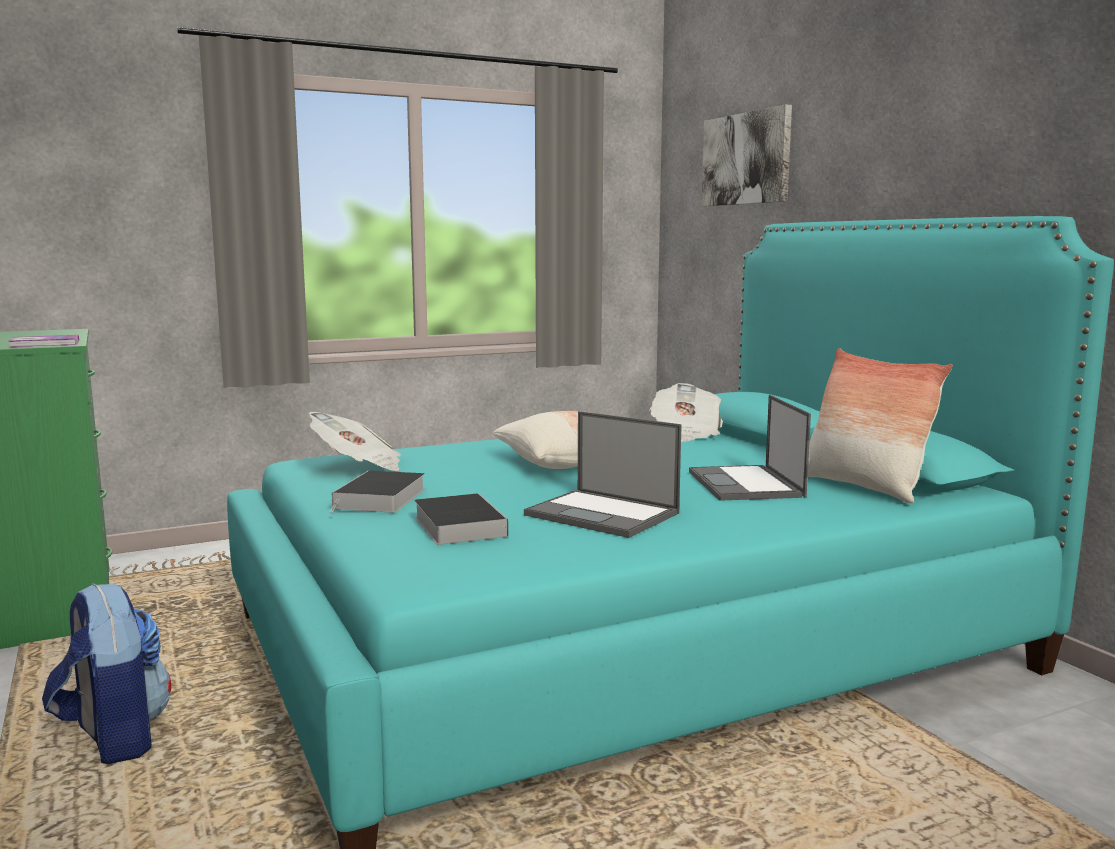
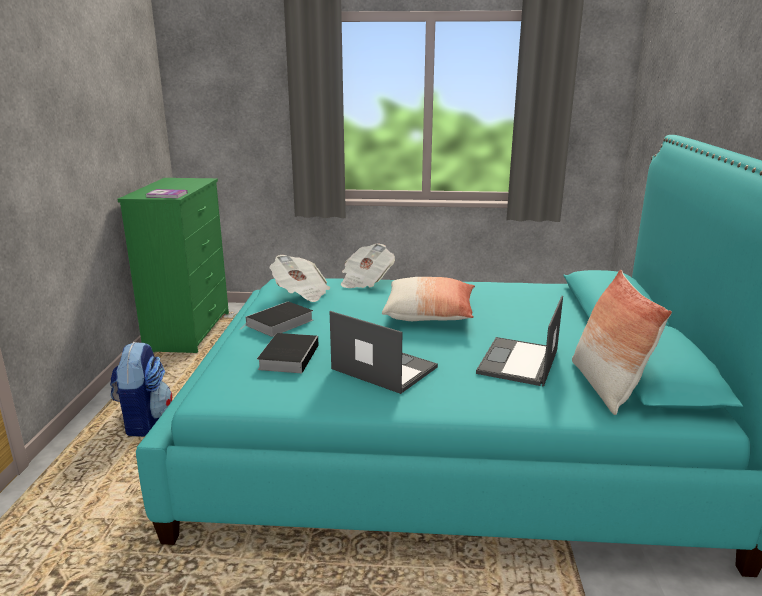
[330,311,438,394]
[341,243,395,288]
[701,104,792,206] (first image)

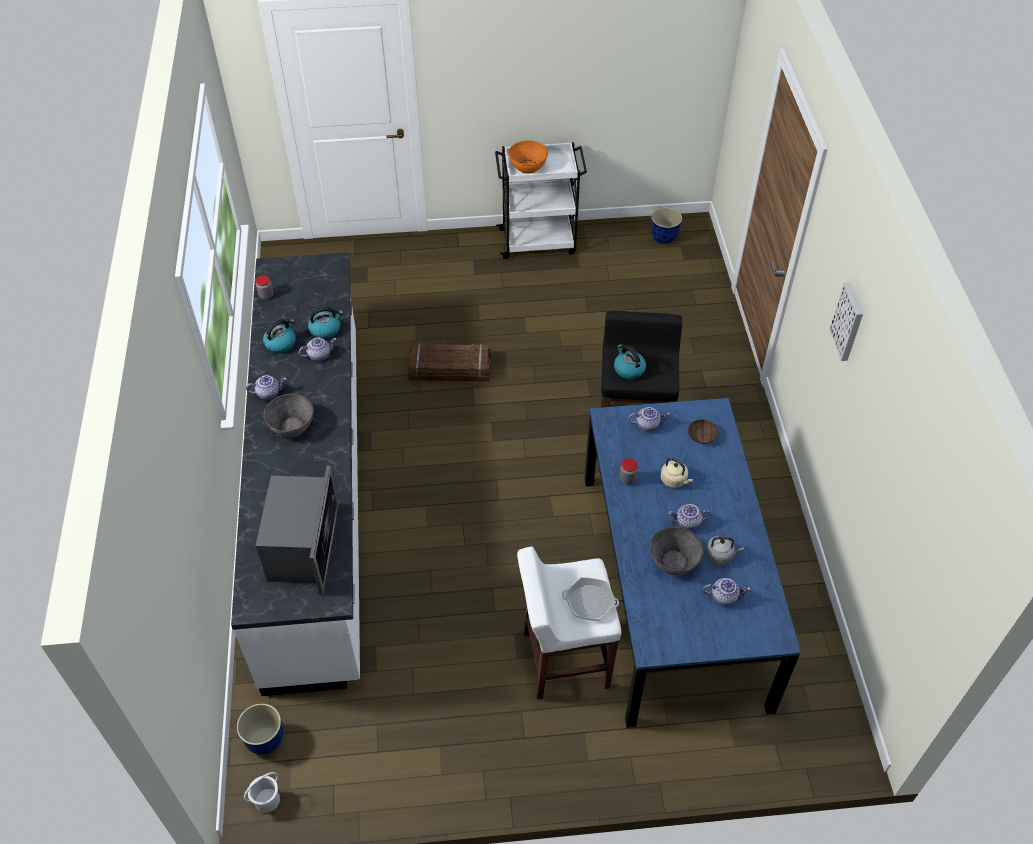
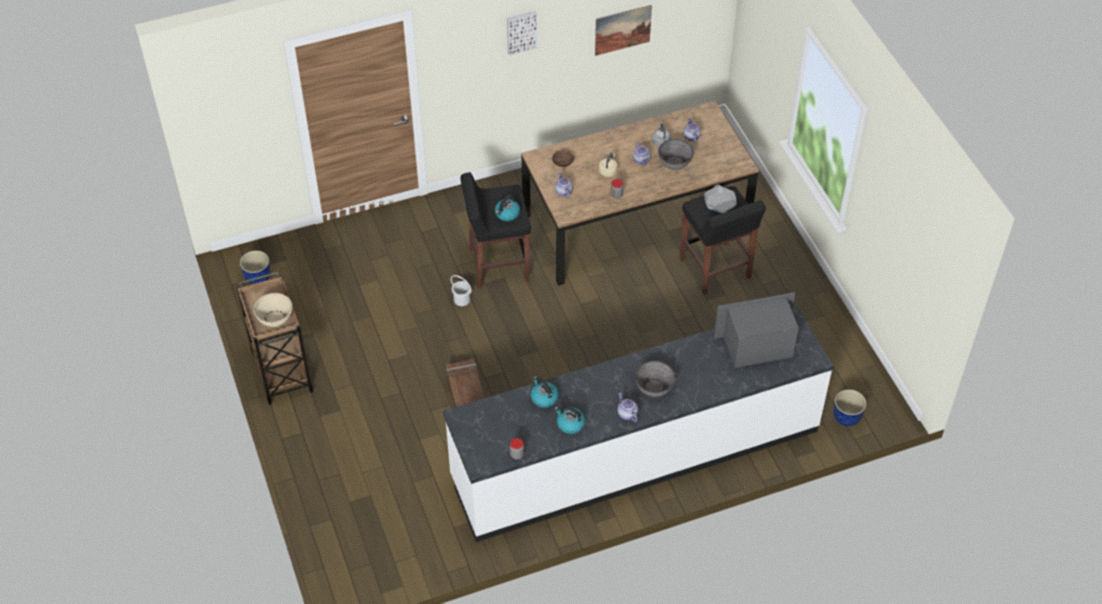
[237,272,313,405]
[253,293,293,327]
[450,275,472,306]
[521,101,759,286]
[595,5,652,56]
[680,186,766,295]
[299,338,336,361] (first image)

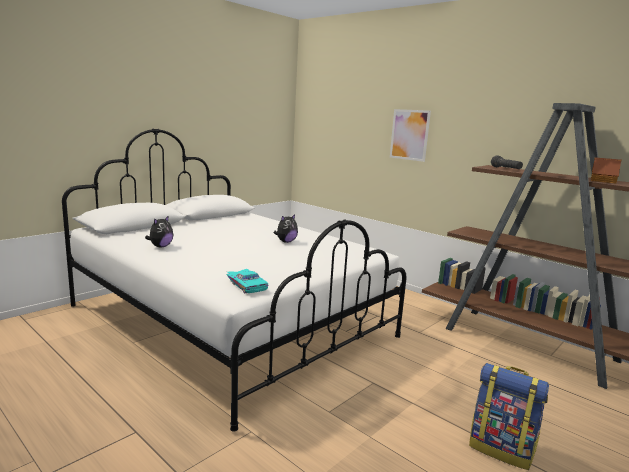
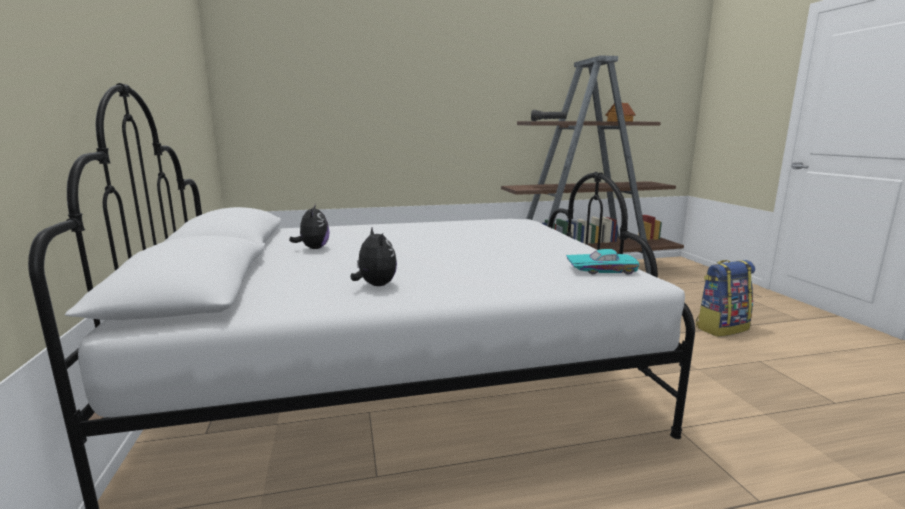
[289,204,330,249]
[390,109,431,162] (first image)

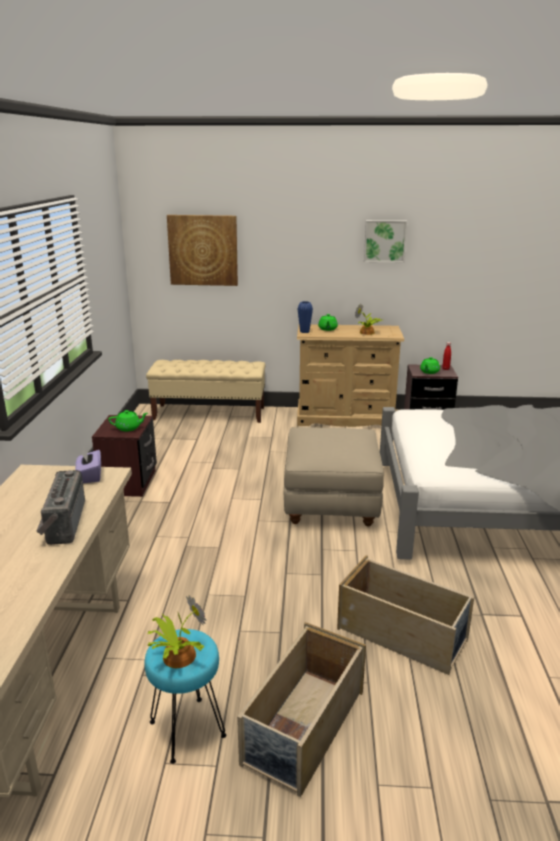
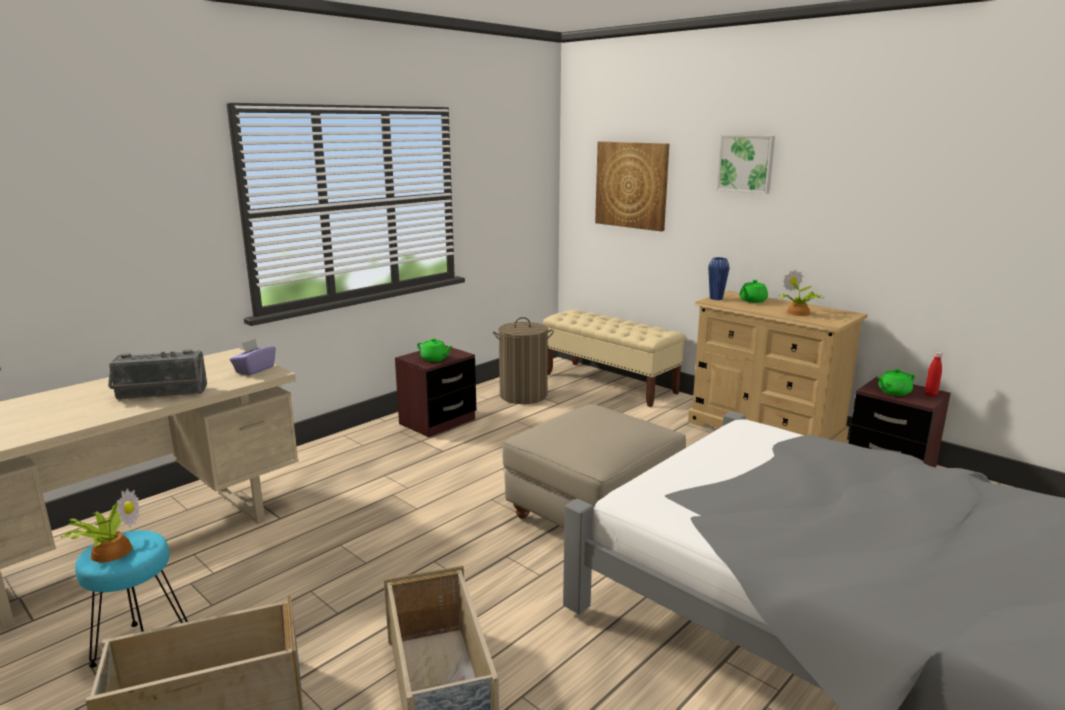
[108,349,207,400]
[493,317,554,404]
[717,135,775,194]

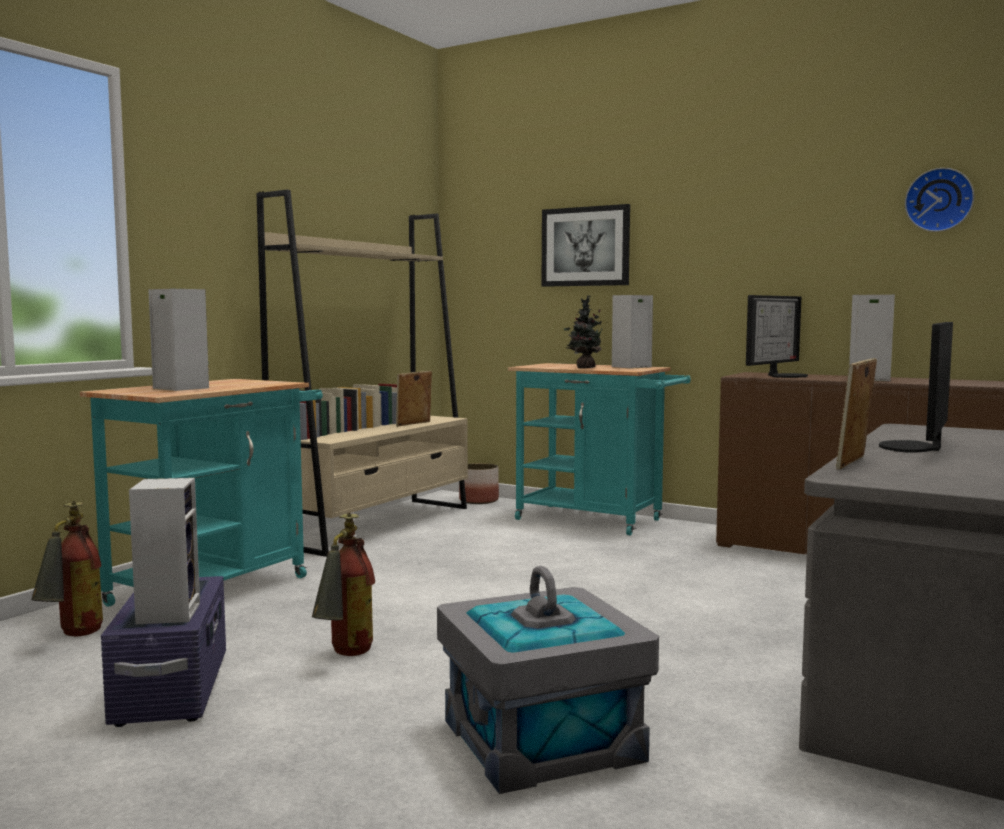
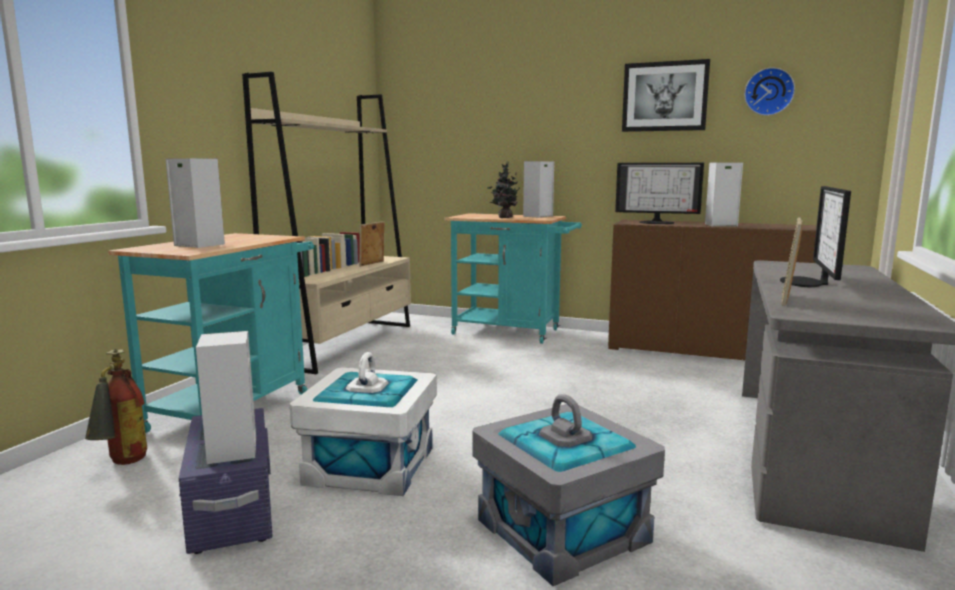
[290,352,437,496]
[615,163,704,224]
[622,59,710,132]
[459,463,499,504] (first image)

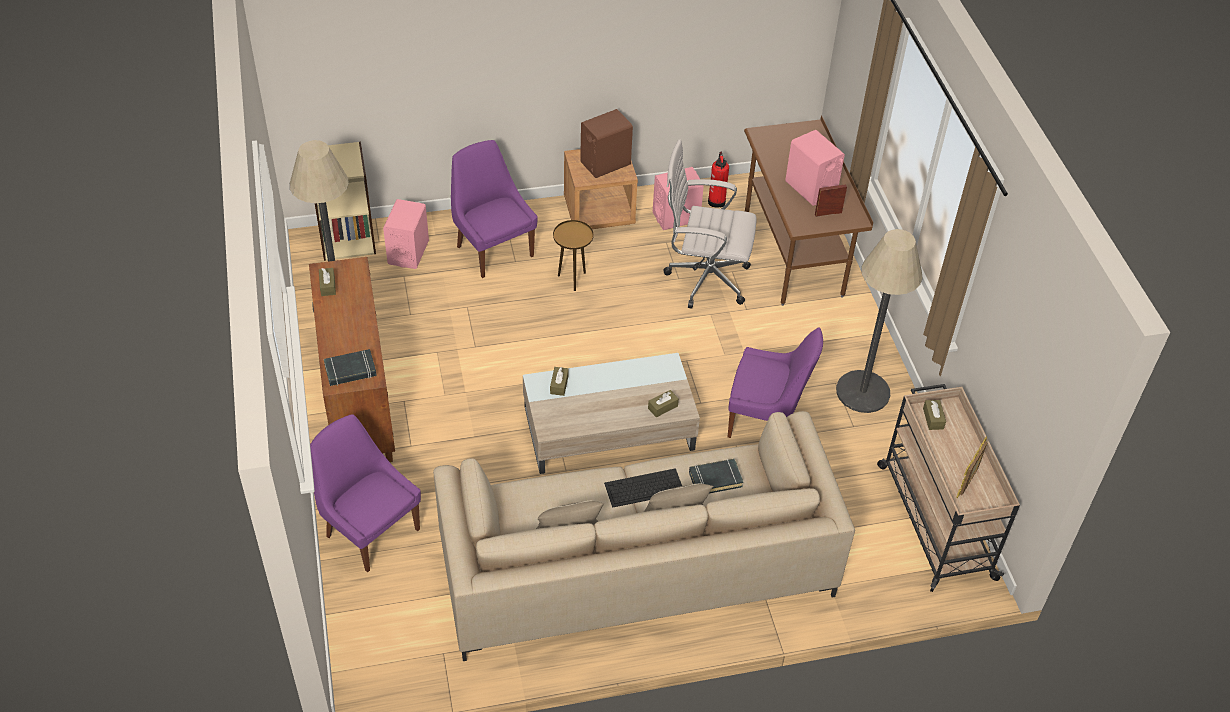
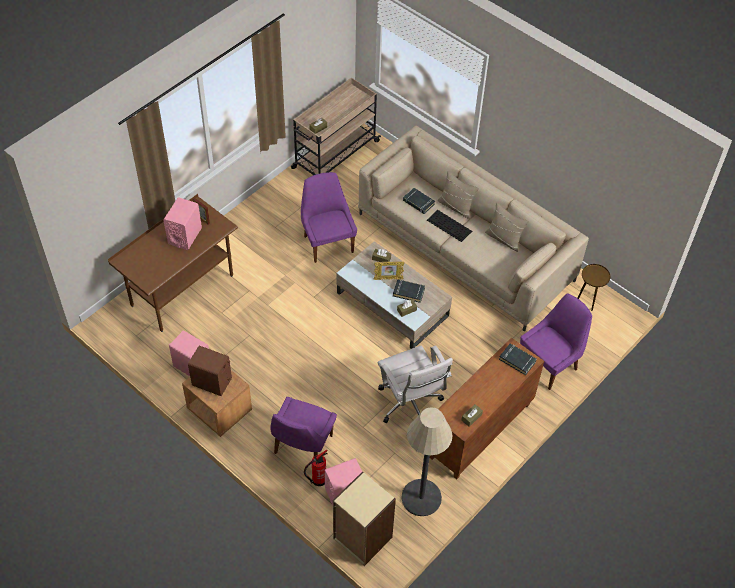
[304,450,328,486]
[374,261,405,280]
[378,345,453,423]
[393,279,425,303]
[520,293,592,390]
[578,264,610,311]
[836,229,922,413] (first image)

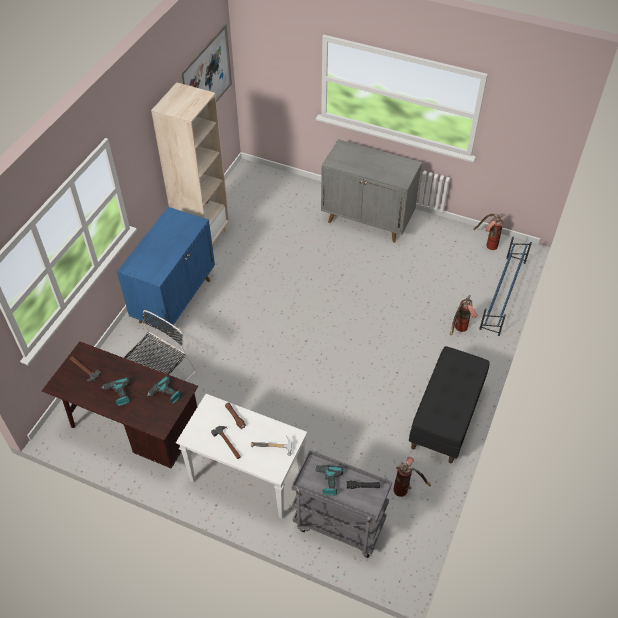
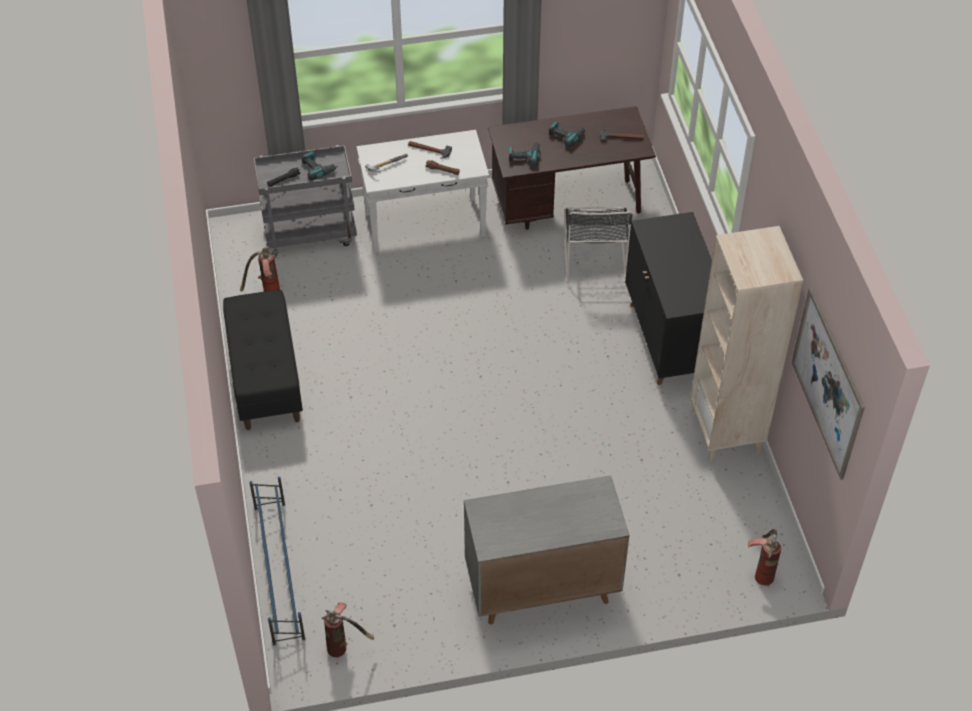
[625,212,712,385]
[748,529,781,586]

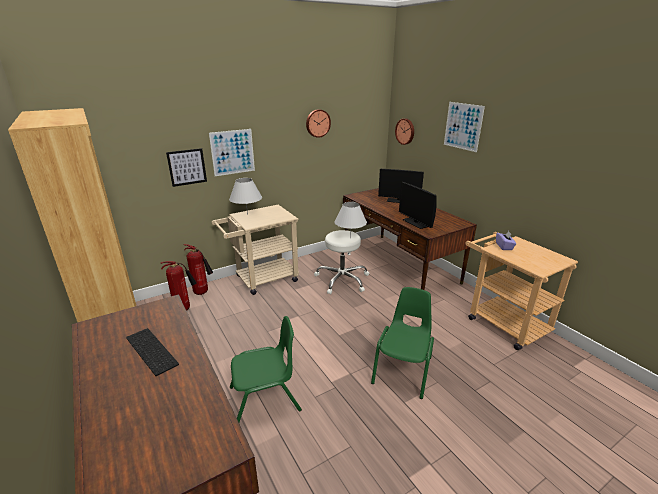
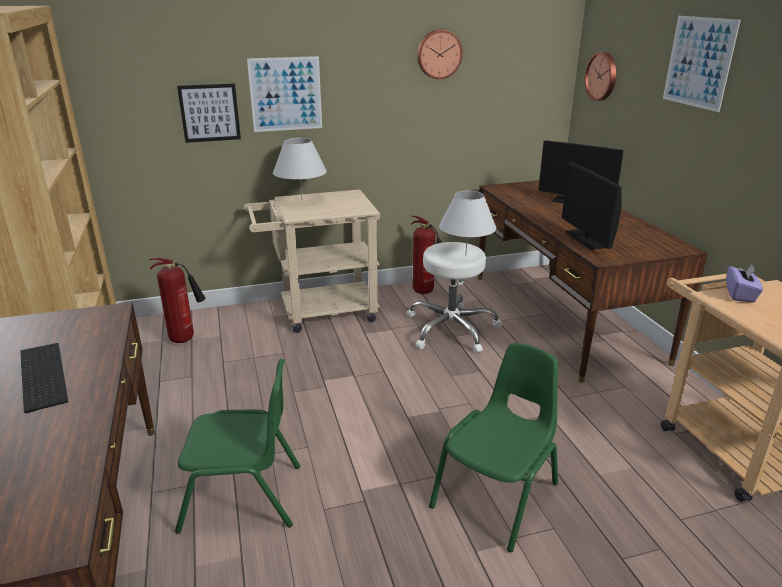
[411,216,441,294]

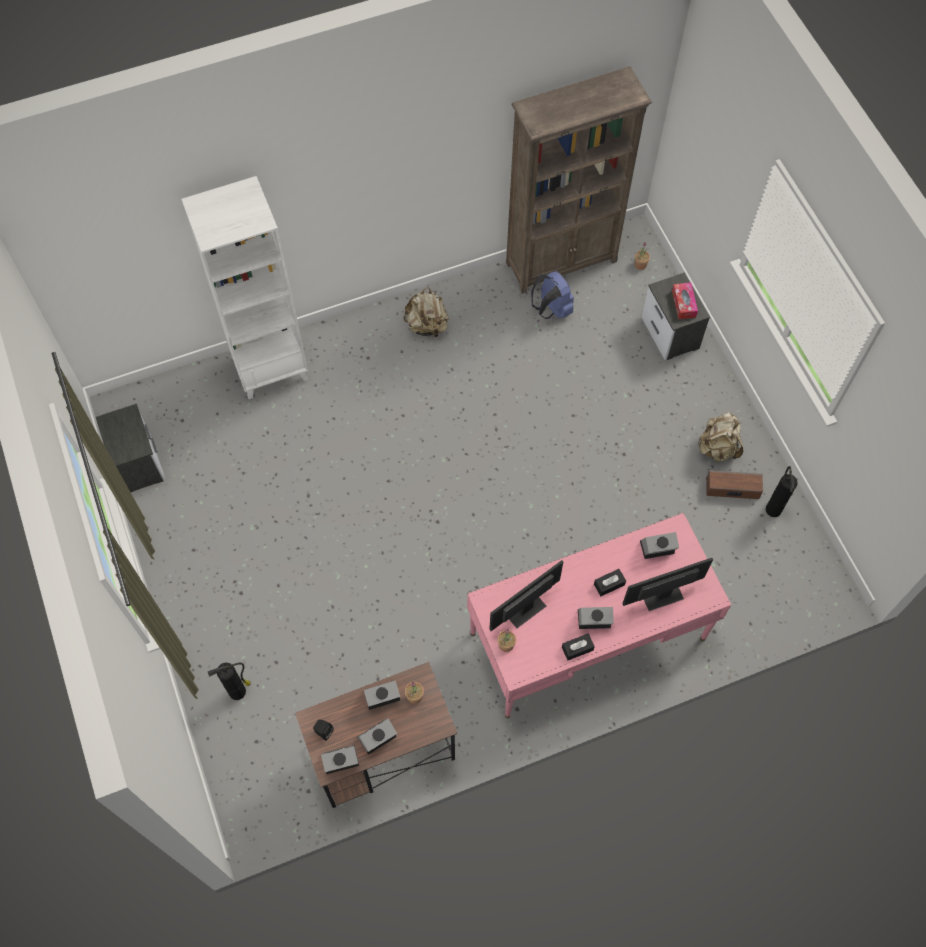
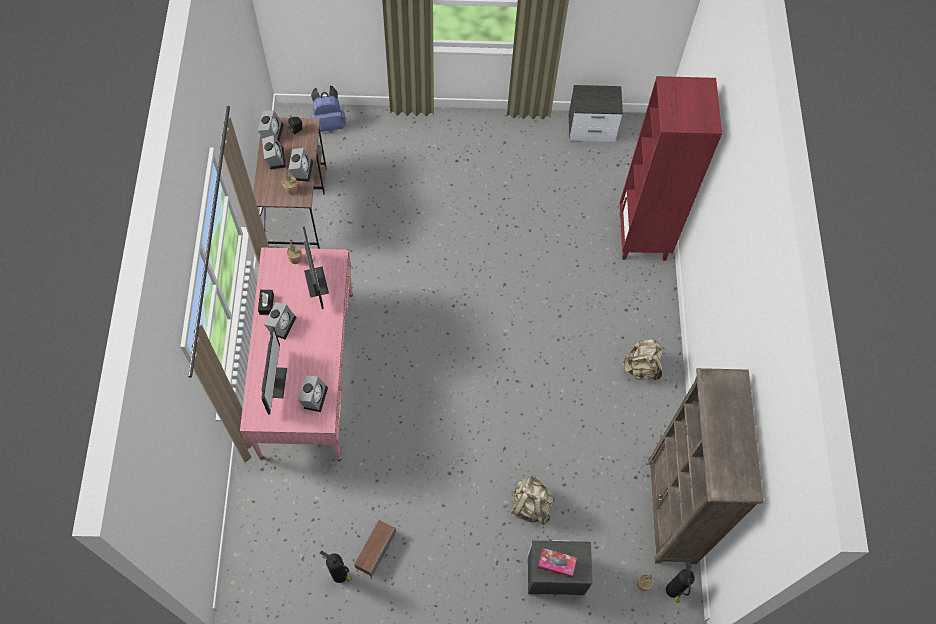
[311,86,346,132]
[511,475,555,525]
[619,76,722,261]
[666,560,695,603]
[594,569,626,596] (first image)

